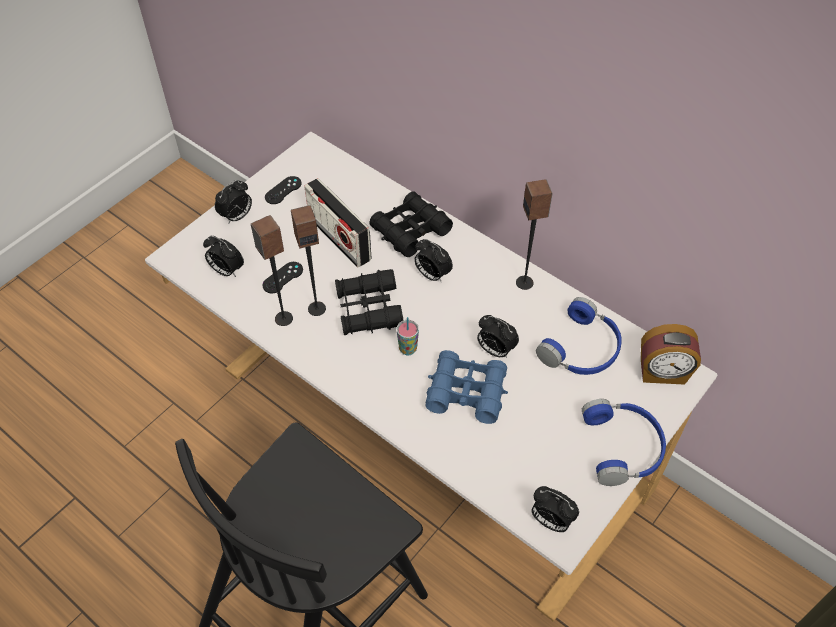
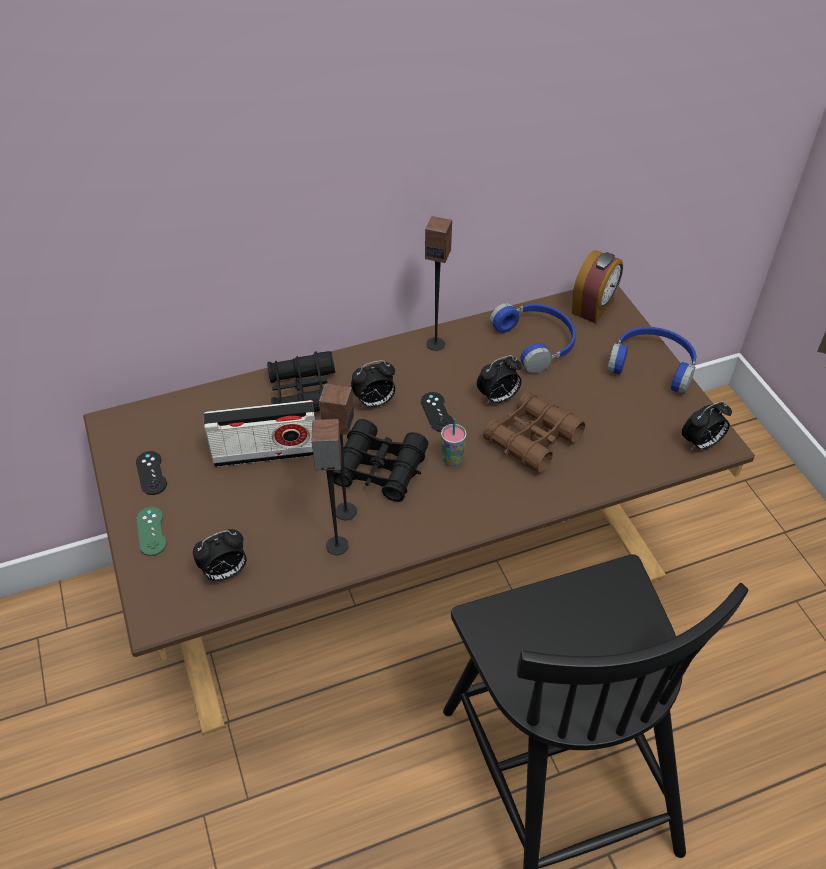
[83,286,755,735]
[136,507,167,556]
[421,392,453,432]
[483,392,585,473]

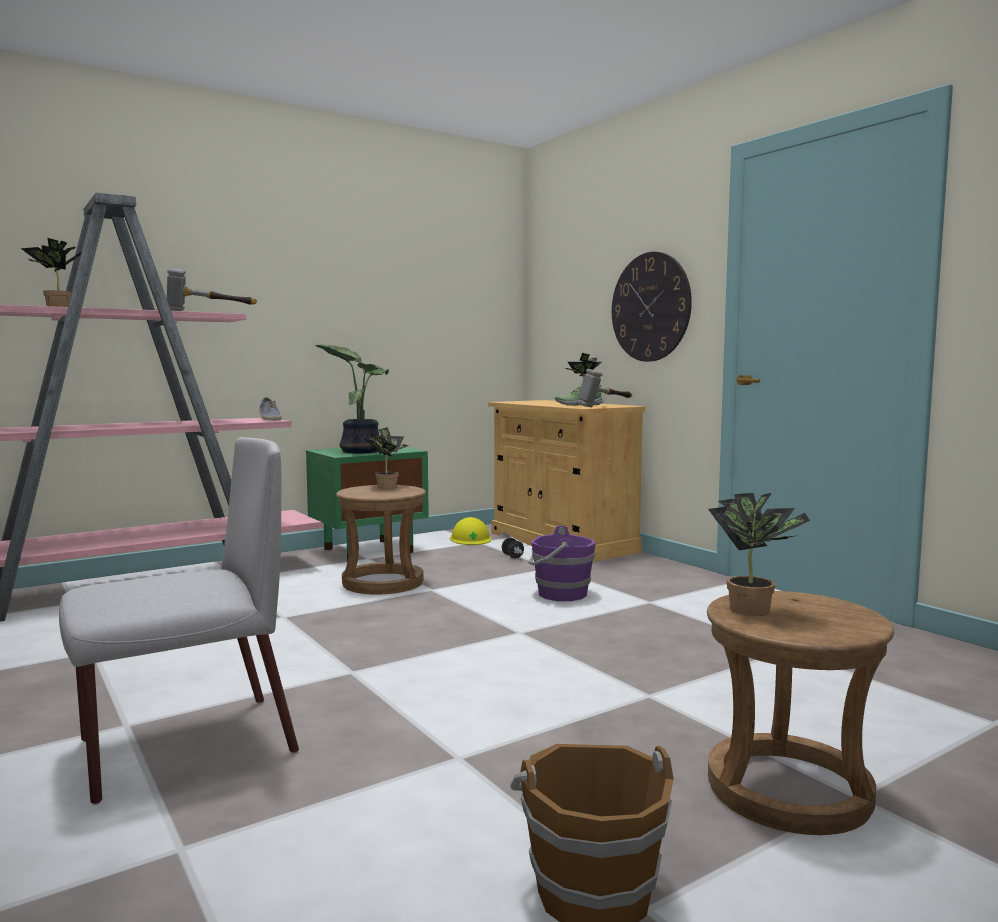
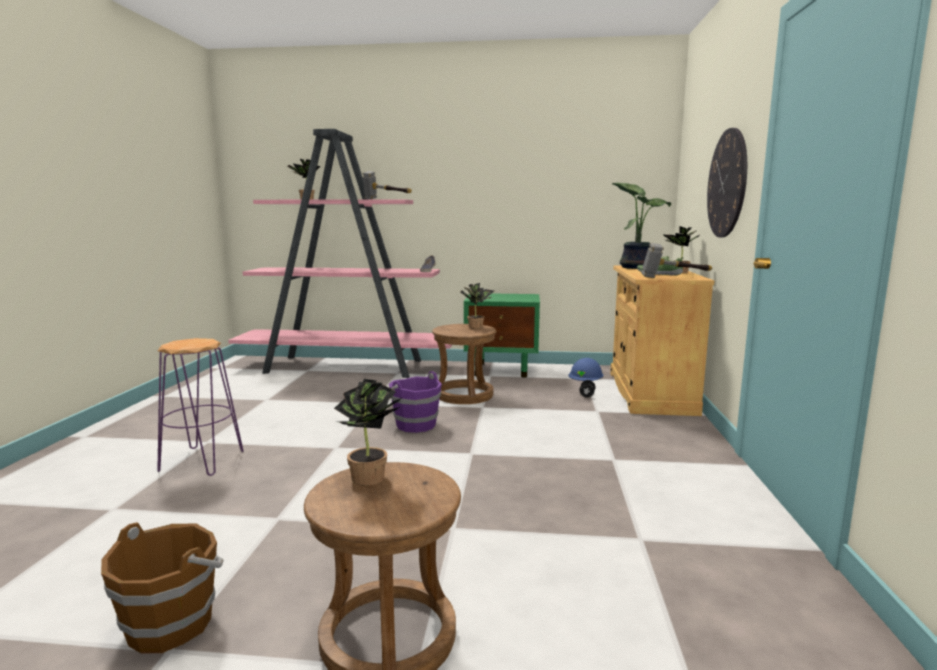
[157,338,244,476]
[389,371,442,433]
[568,358,603,381]
[612,183,671,269]

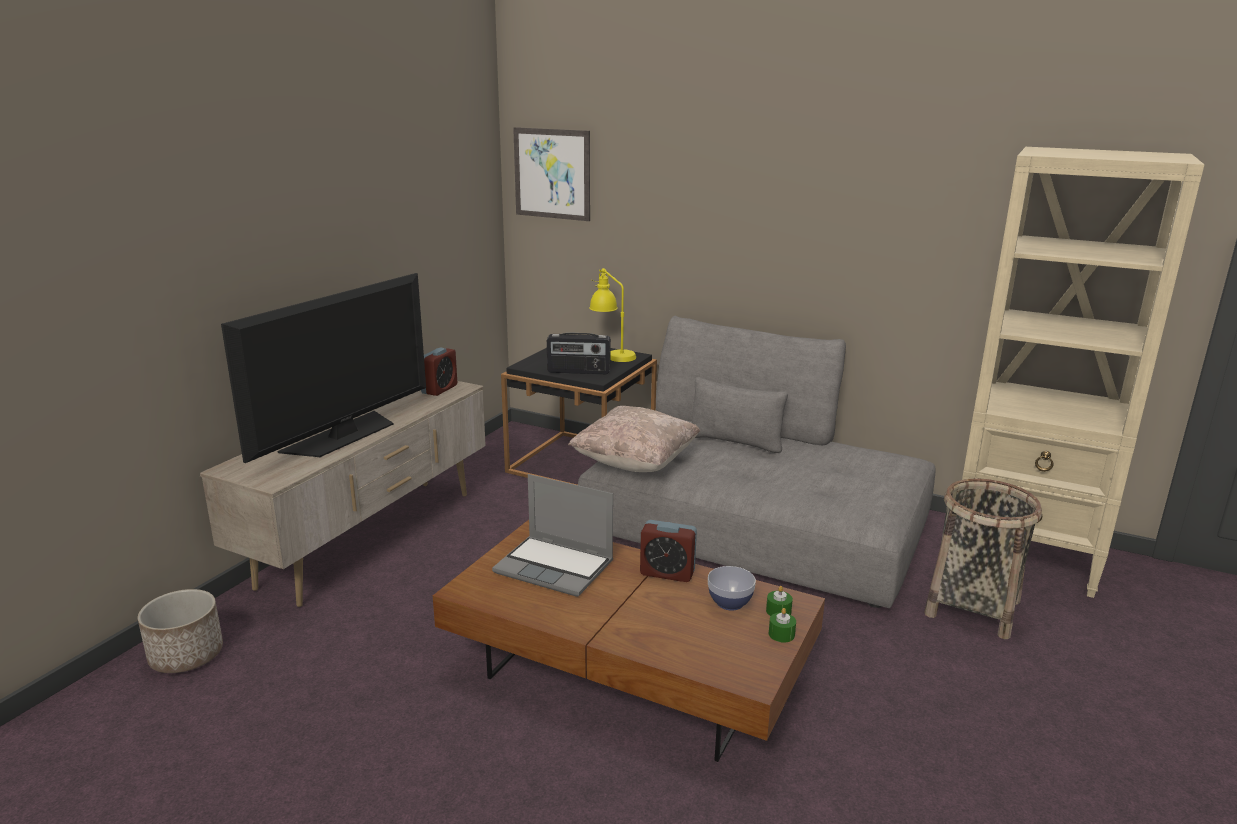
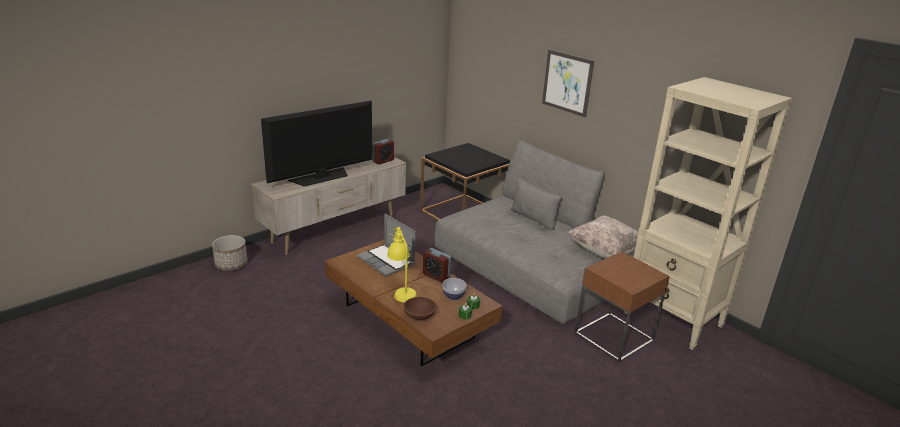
[387,227,417,303]
[403,297,437,320]
[542,50,594,117]
[567,216,638,258]
[575,251,670,362]
[547,333,611,374] (first image)

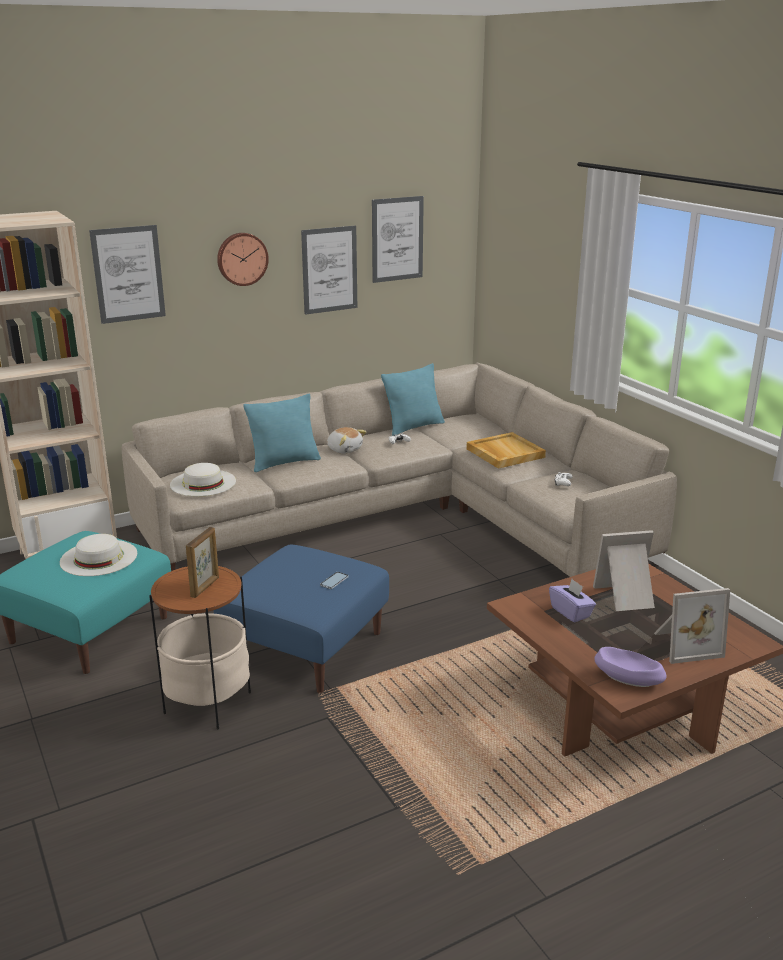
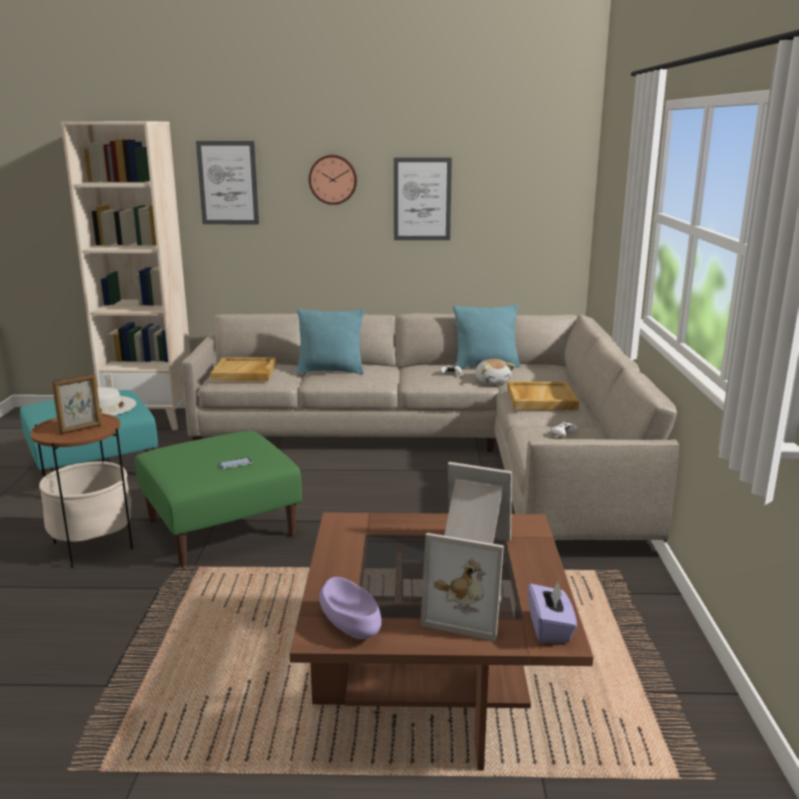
[135,431,302,567]
[210,357,277,381]
[475,359,515,384]
[528,581,577,643]
[372,196,424,283] (first image)

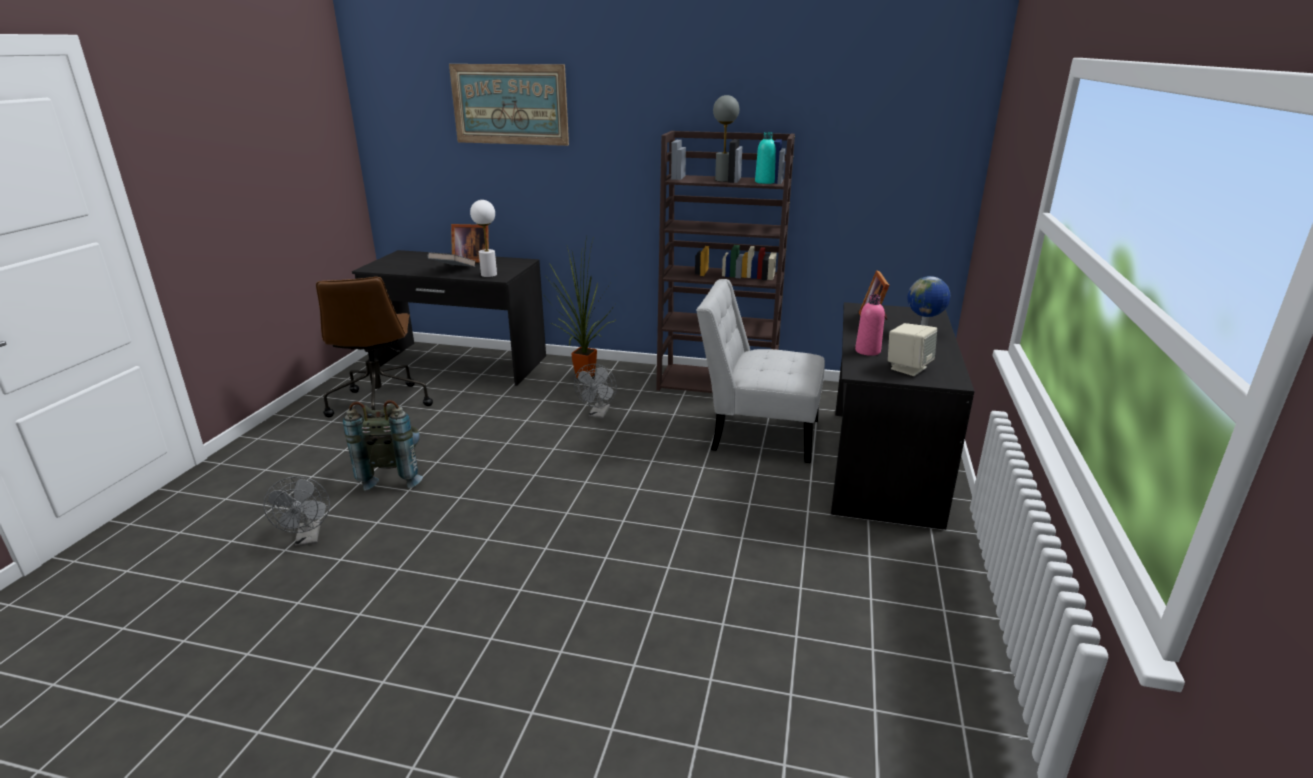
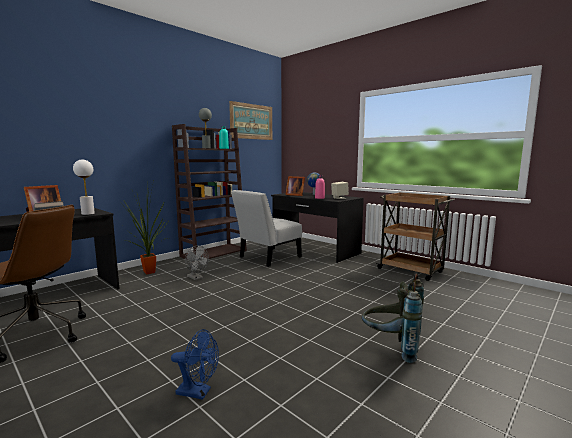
[171,329,219,400]
[229,101,272,140]
[362,274,424,363]
[376,192,455,281]

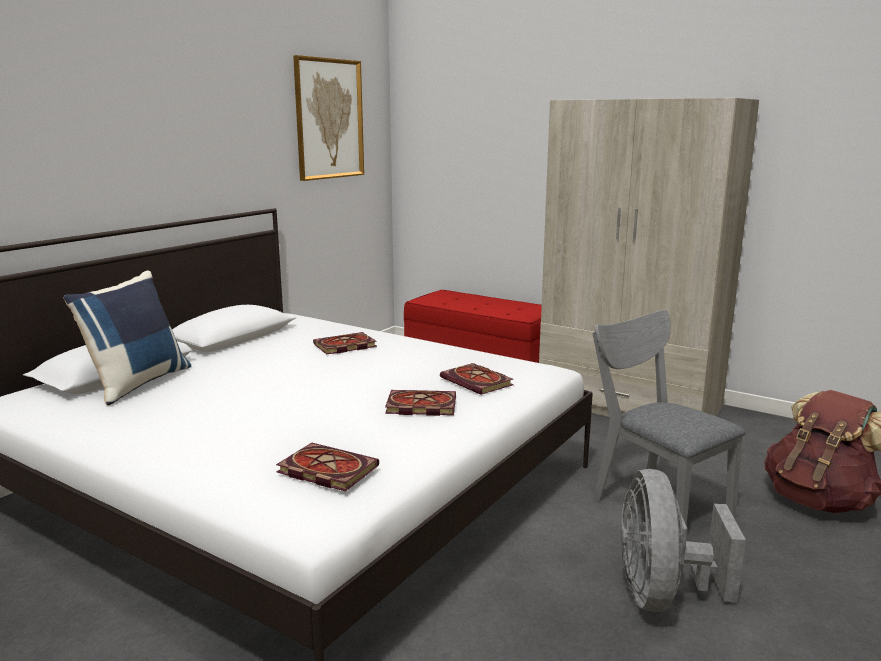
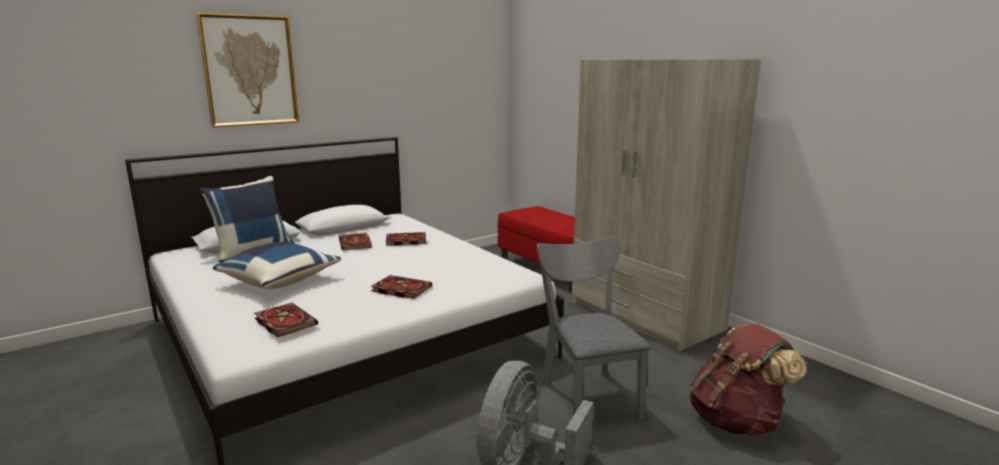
[196,13,299,127]
[212,242,341,289]
[339,233,371,250]

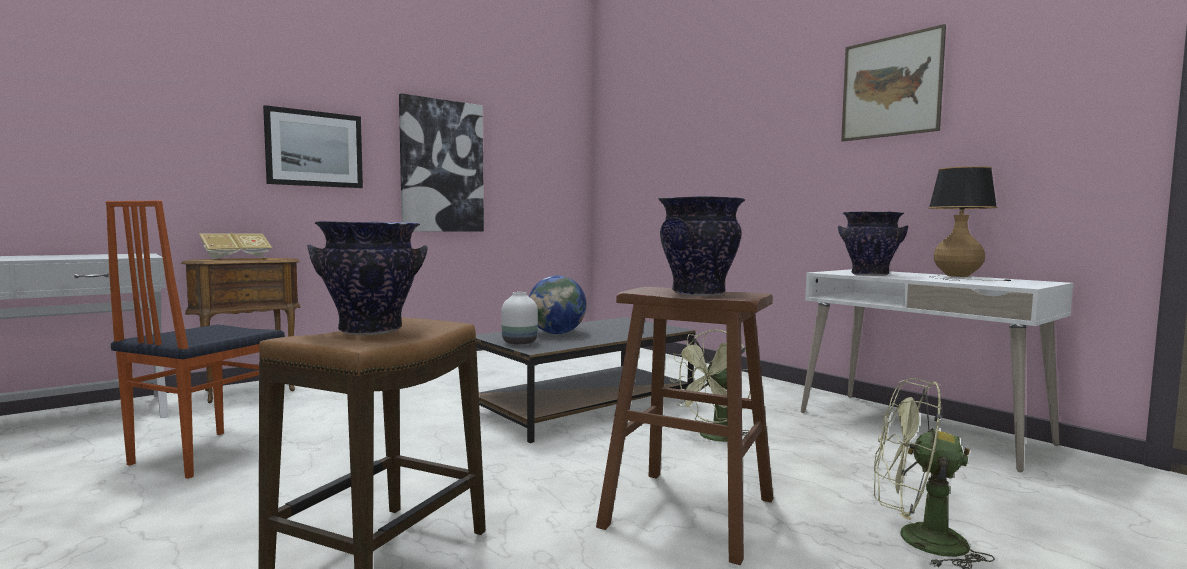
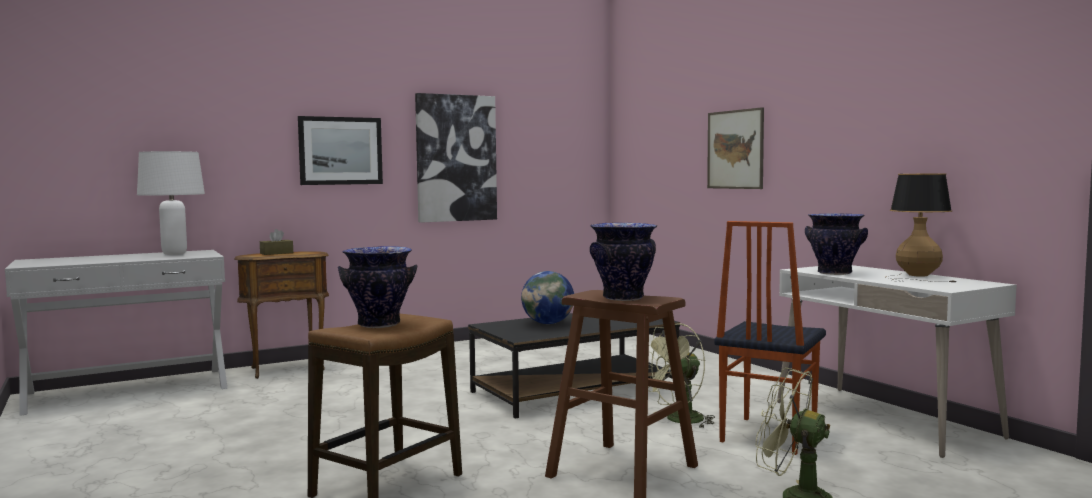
[137,151,205,255]
[260,229,293,255]
[707,107,764,189]
[714,221,826,455]
[501,292,538,345] (first image)

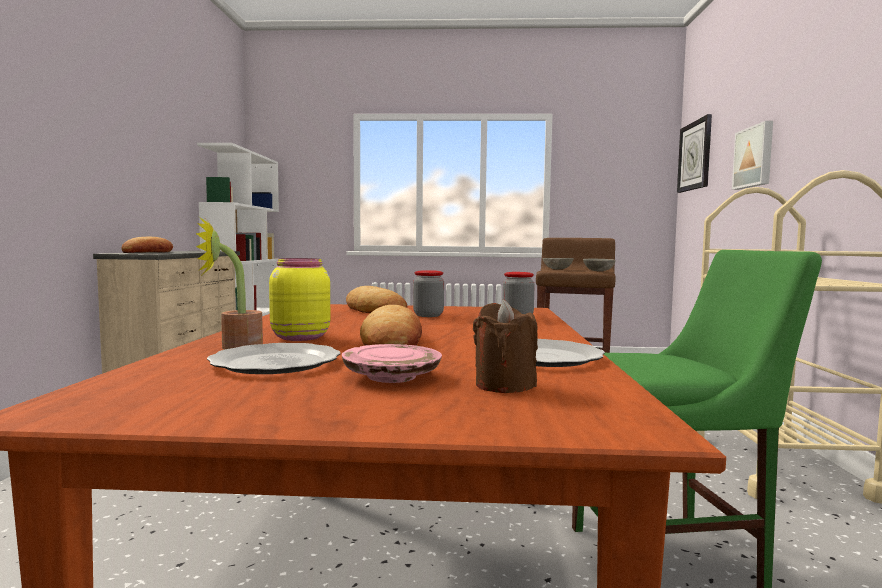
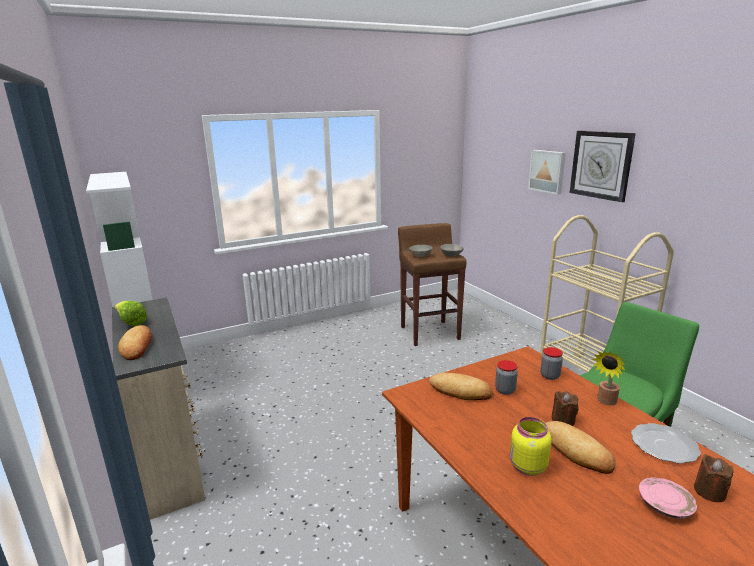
[114,301,147,326]
[552,391,579,426]
[570,131,636,202]
[592,351,625,405]
[207,343,341,374] (first image)

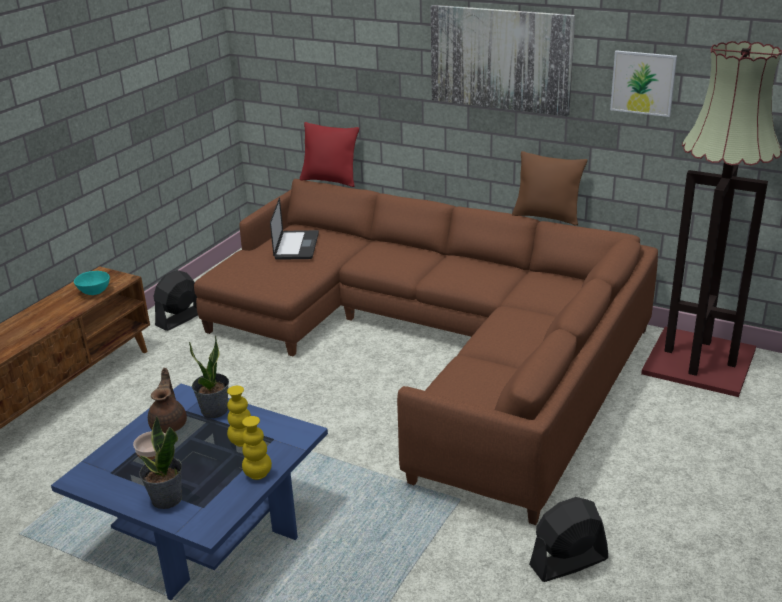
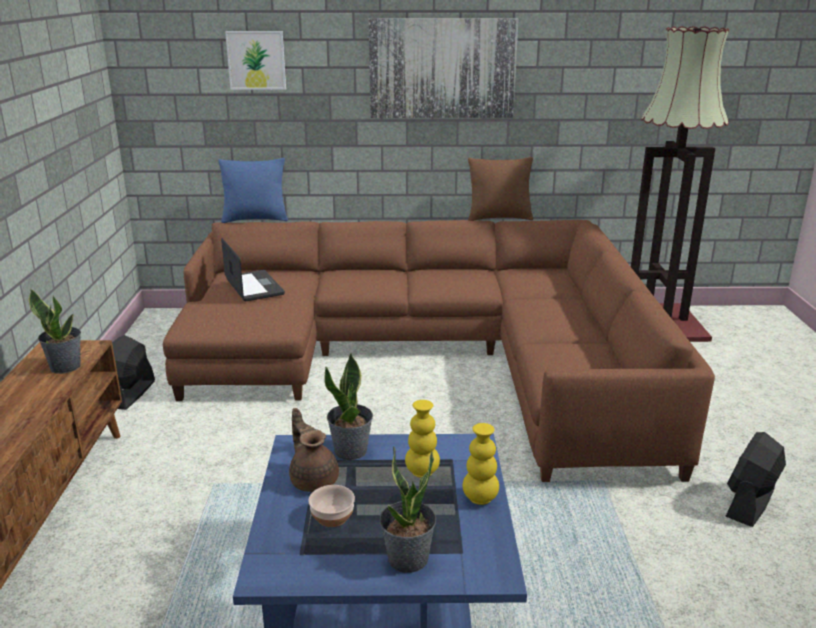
[28,289,81,374]
[219,158,288,223]
[225,31,286,90]

